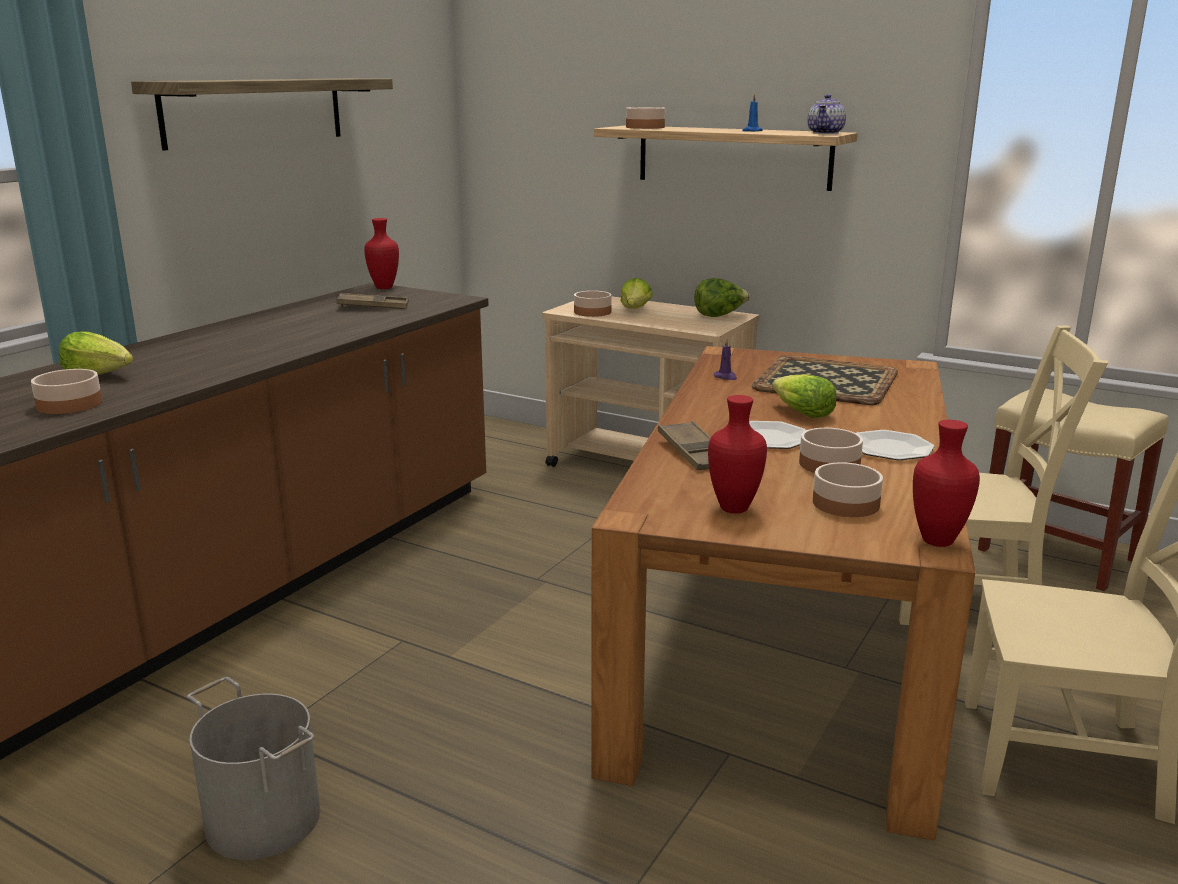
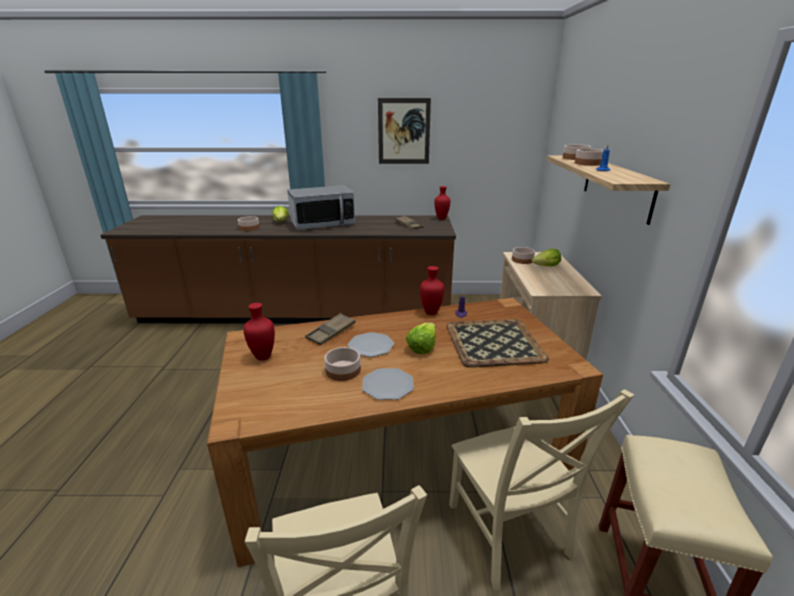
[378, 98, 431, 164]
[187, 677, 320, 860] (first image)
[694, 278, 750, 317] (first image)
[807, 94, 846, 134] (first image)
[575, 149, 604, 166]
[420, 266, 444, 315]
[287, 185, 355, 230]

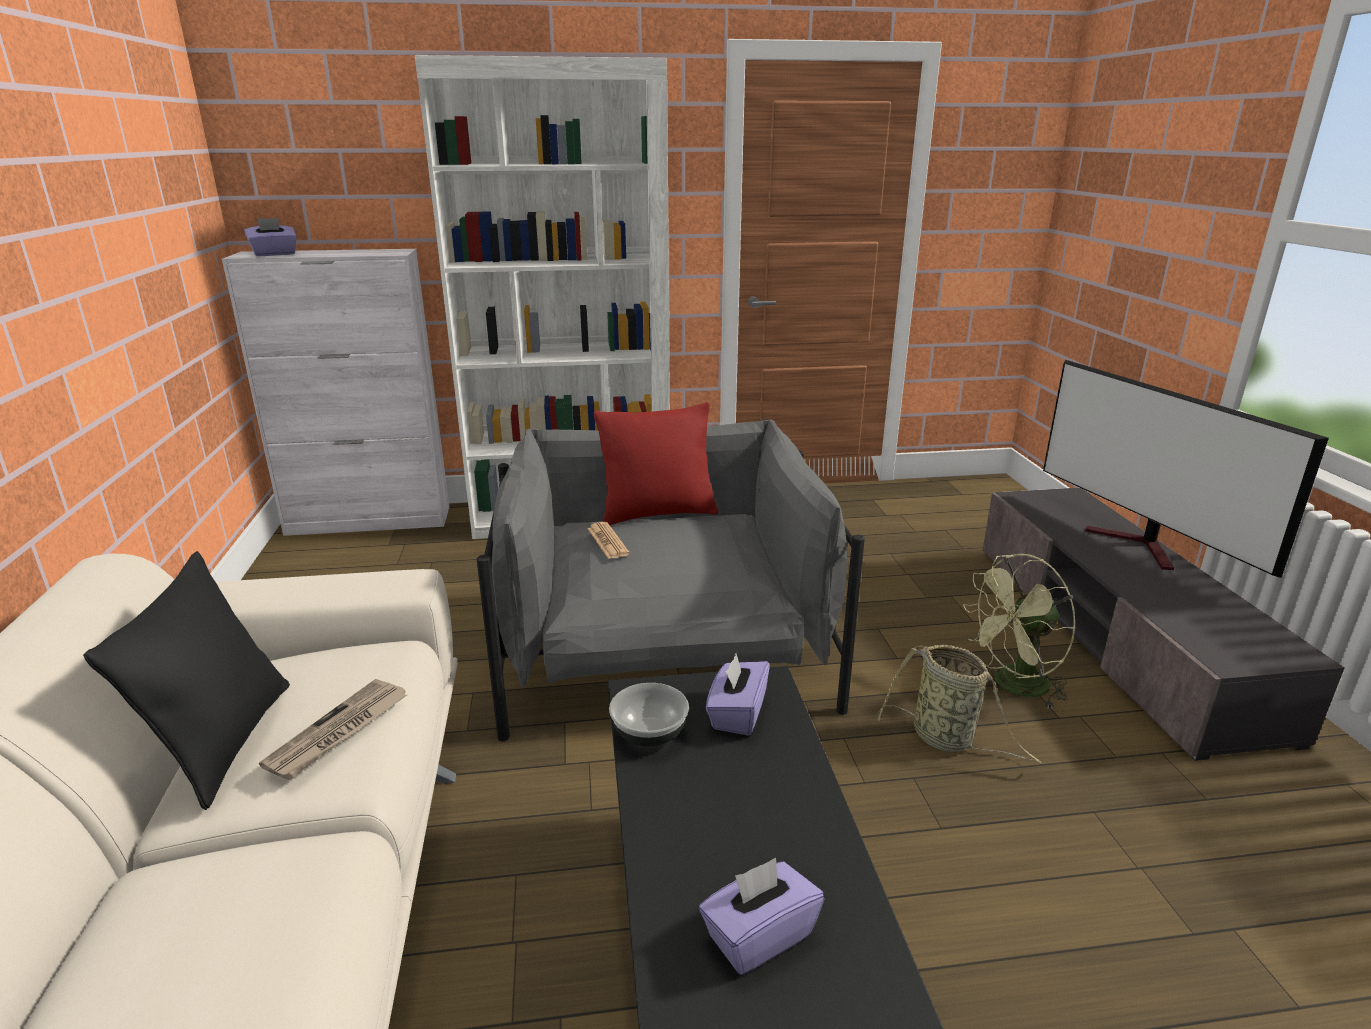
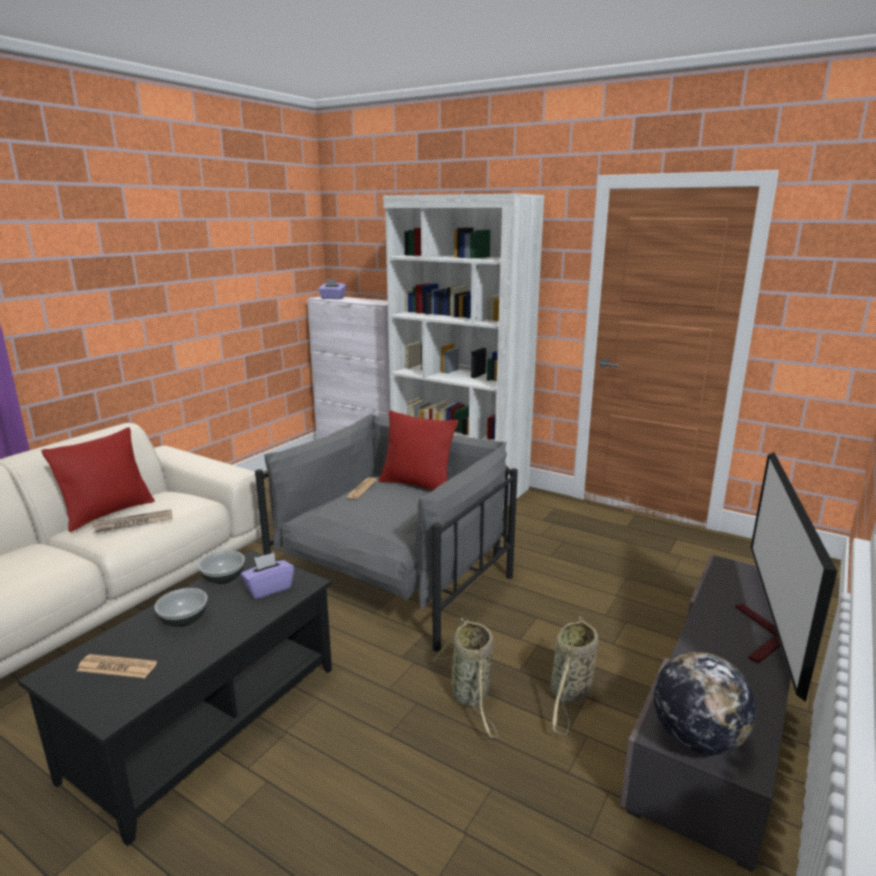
[41, 427, 154, 532]
[76, 654, 157, 678]
[551, 616, 599, 735]
[154, 588, 207, 627]
[654, 652, 756, 755]

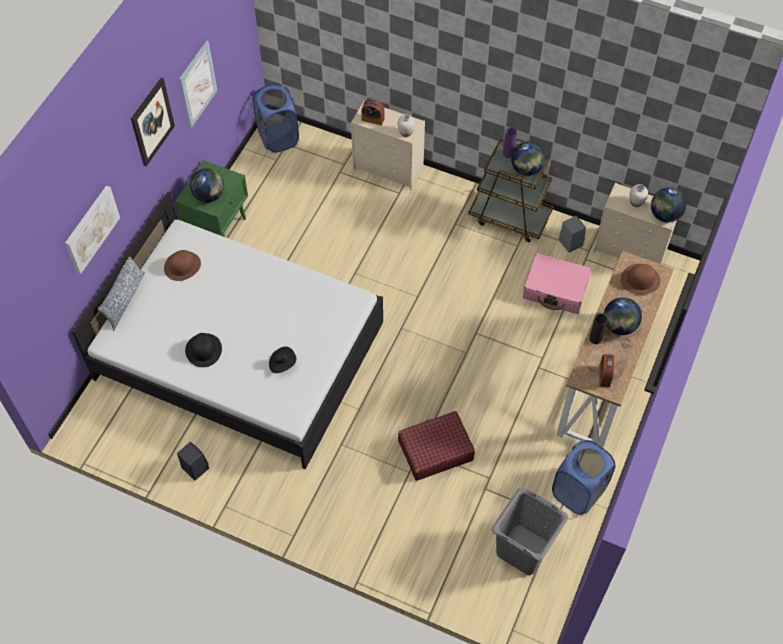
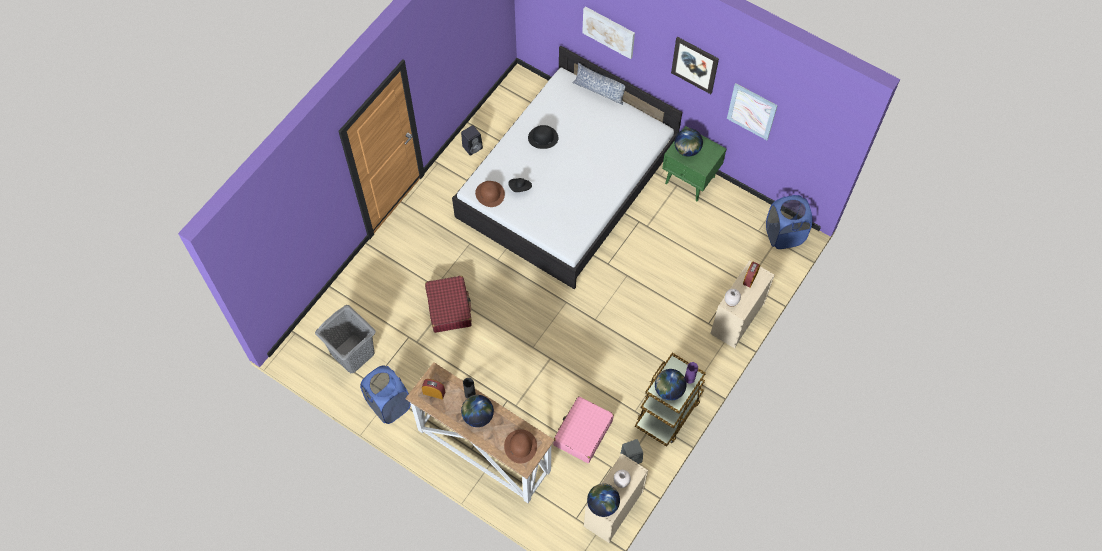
[475, 181, 505, 207]

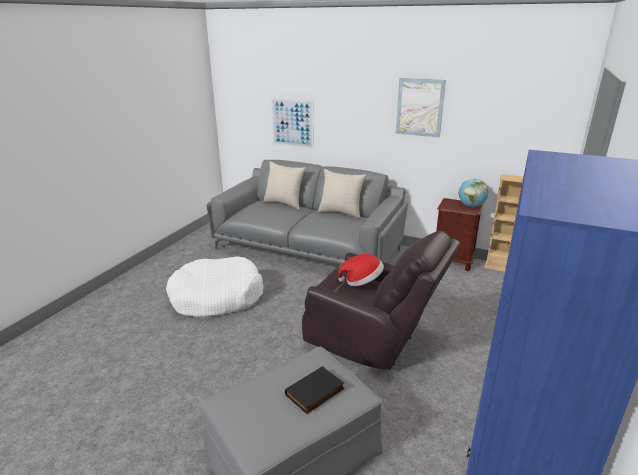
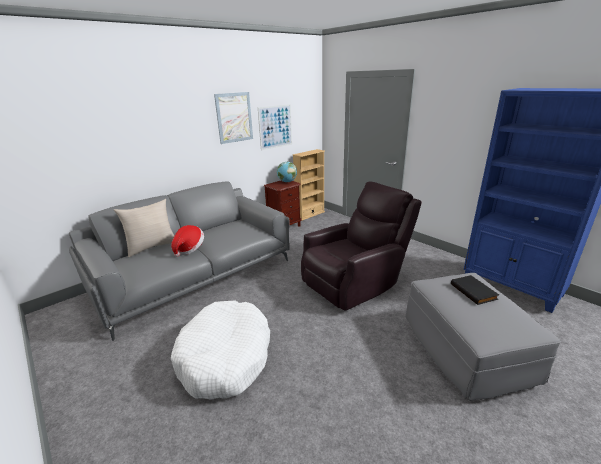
[258, 104, 292, 150]
[318, 169, 367, 219] (first image)
[171, 225, 204, 257]

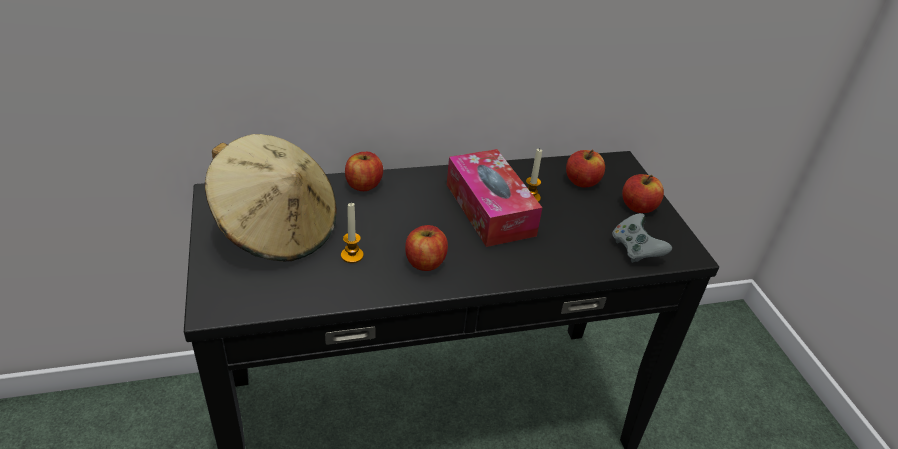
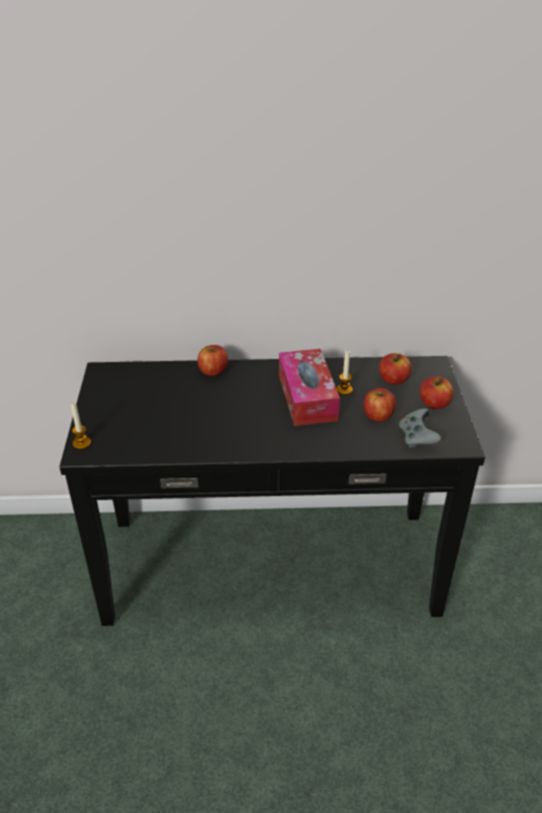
[205, 134, 337, 261] (first image)
[71, 403, 91, 449]
[363, 388, 396, 422]

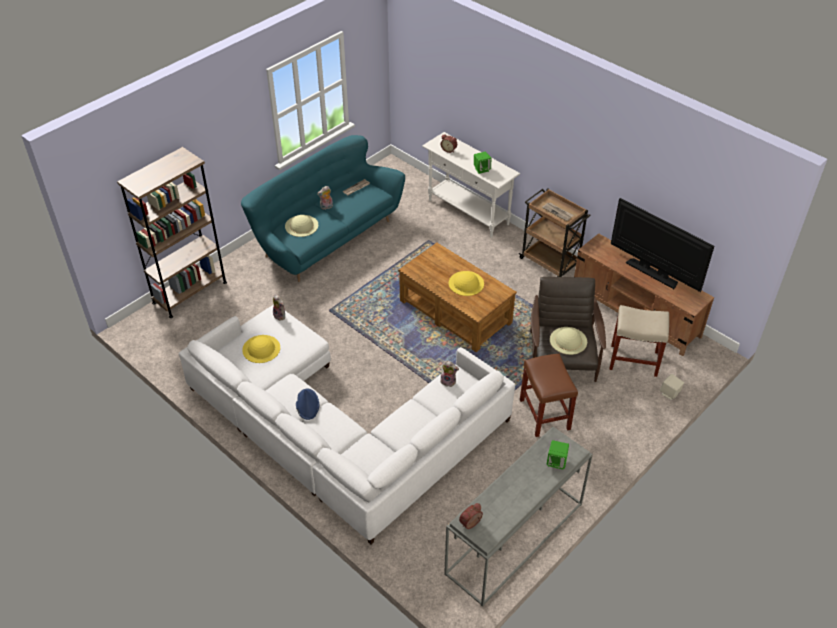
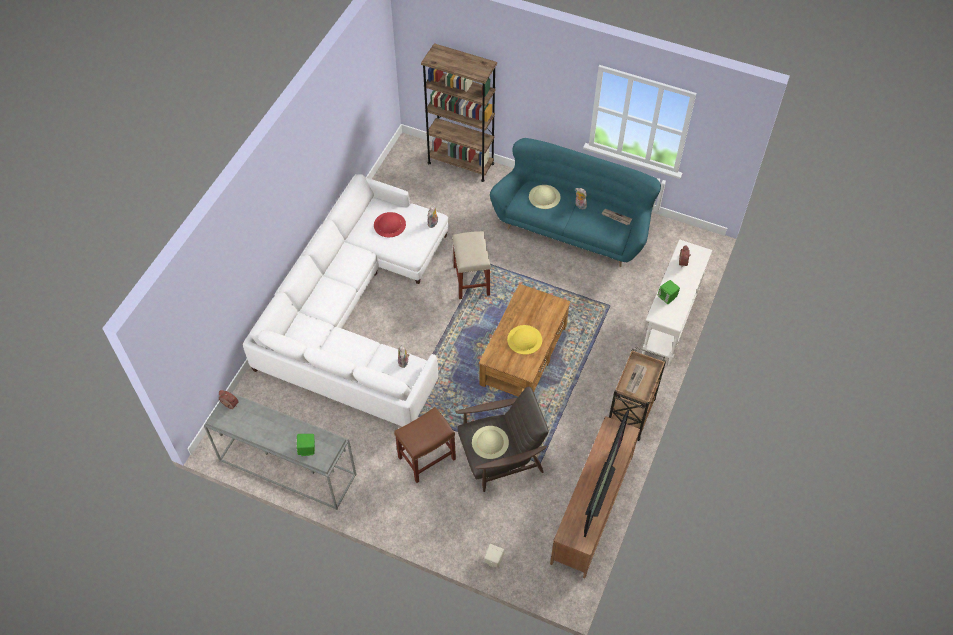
[374, 212, 406, 237]
[296, 388, 319, 420] (first image)
[453, 231, 491, 299]

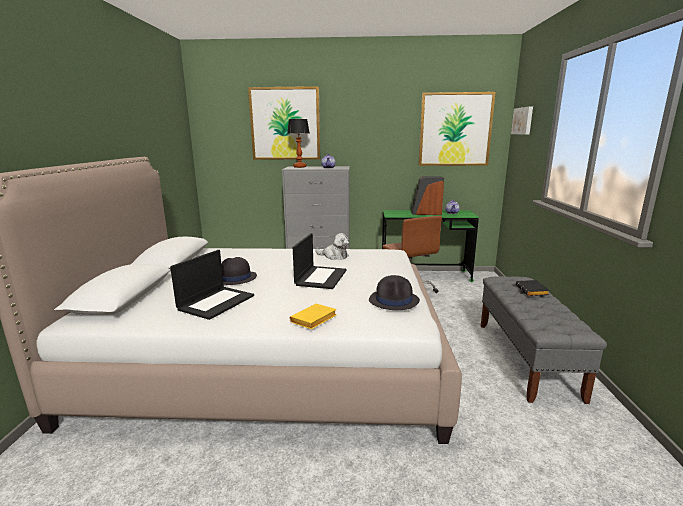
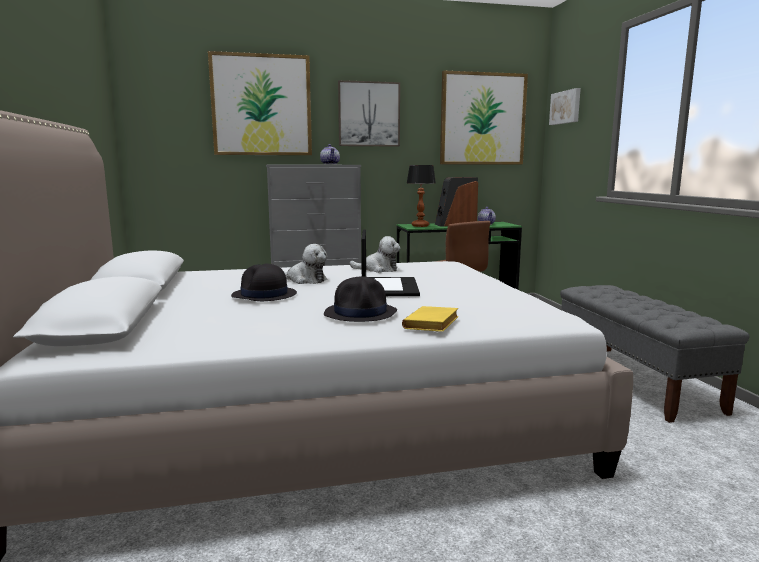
[170, 250, 254, 320] (first image)
[407, 165, 436, 227]
[324, 277, 397, 322]
[516, 280, 550, 296] (first image)
[284, 244, 327, 284]
[338, 80, 400, 147]

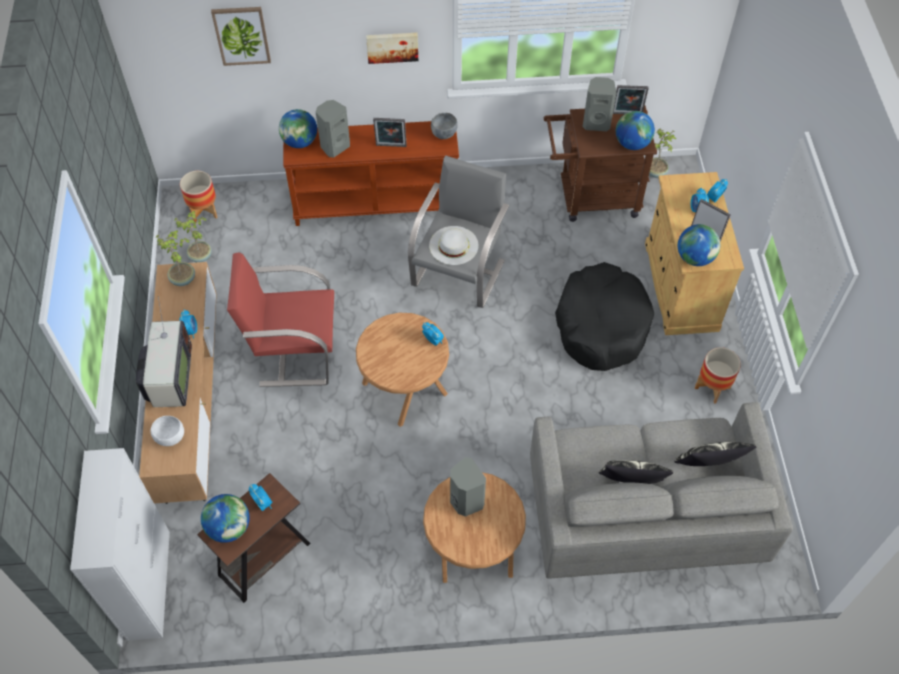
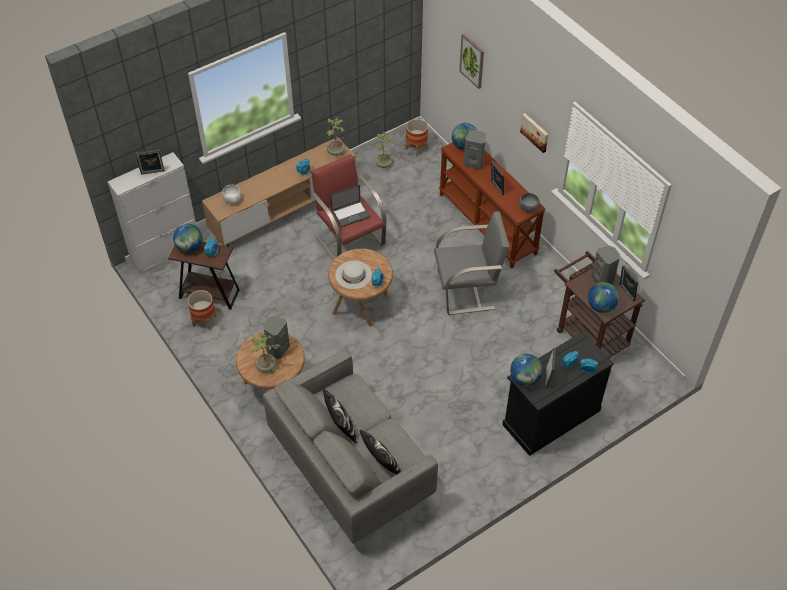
[136, 296, 192, 407] (first image)
[335, 261, 372, 289]
[555, 262, 654, 371] (first image)
[502, 332, 614, 456]
[251, 332, 280, 372]
[187, 290, 216, 330]
[136, 150, 165, 175]
[330, 184, 371, 228]

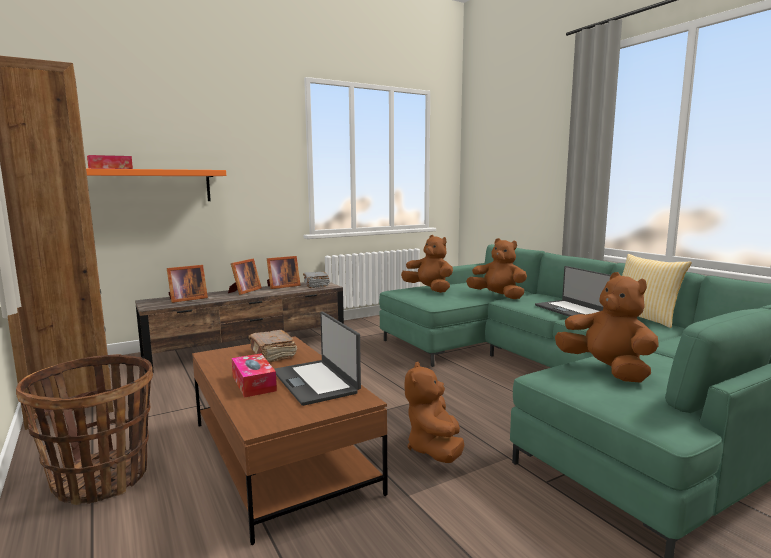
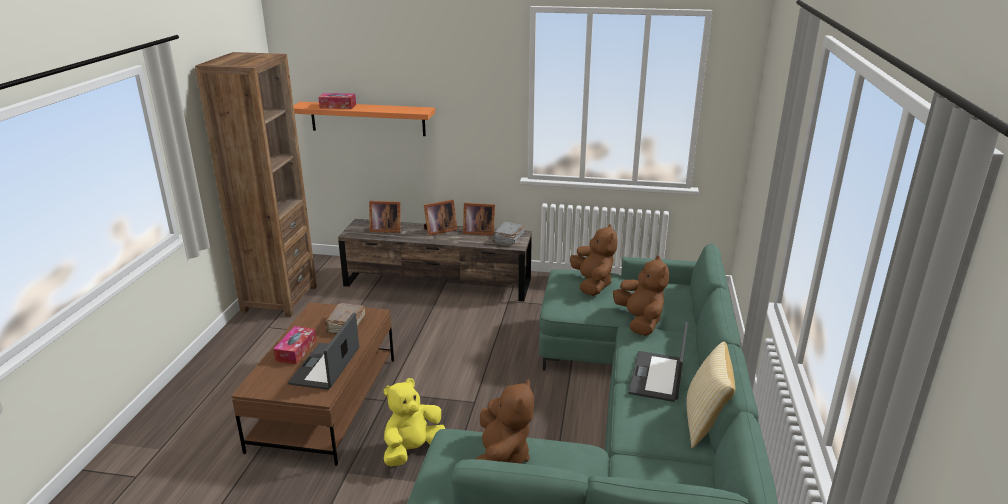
[16, 354, 153, 505] (first image)
[384, 378, 445, 467]

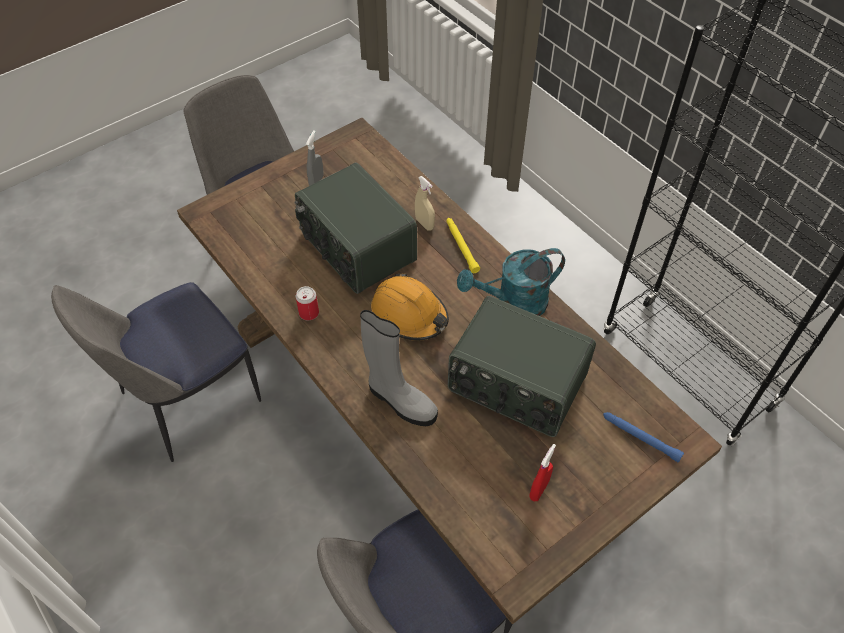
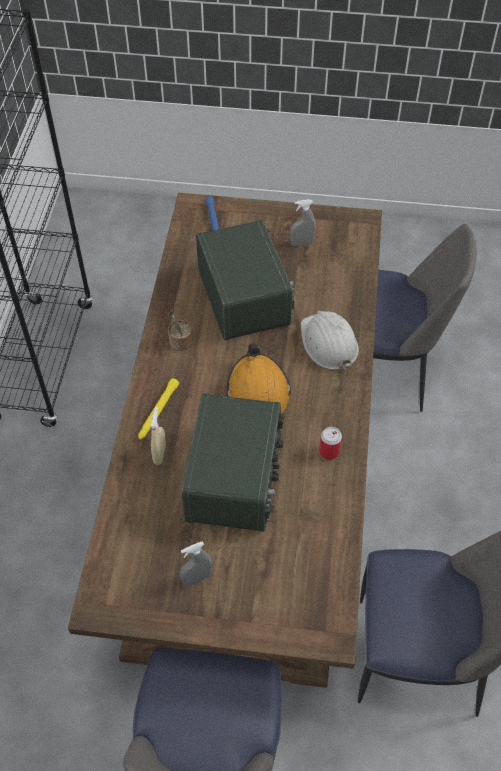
[301, 310, 359, 371]
[168, 310, 192, 351]
[290, 199, 316, 247]

